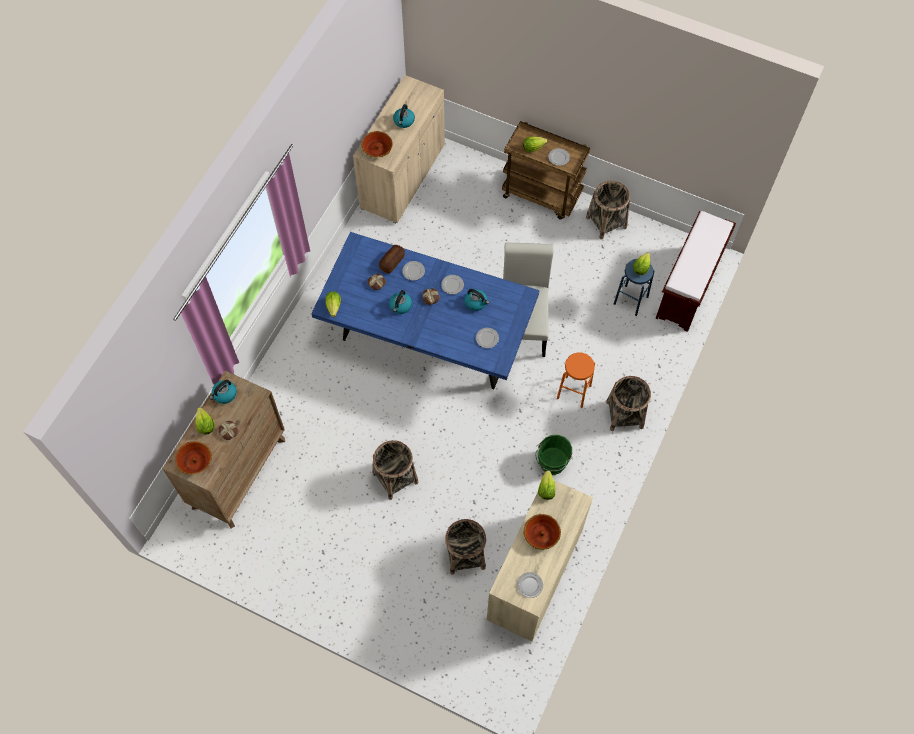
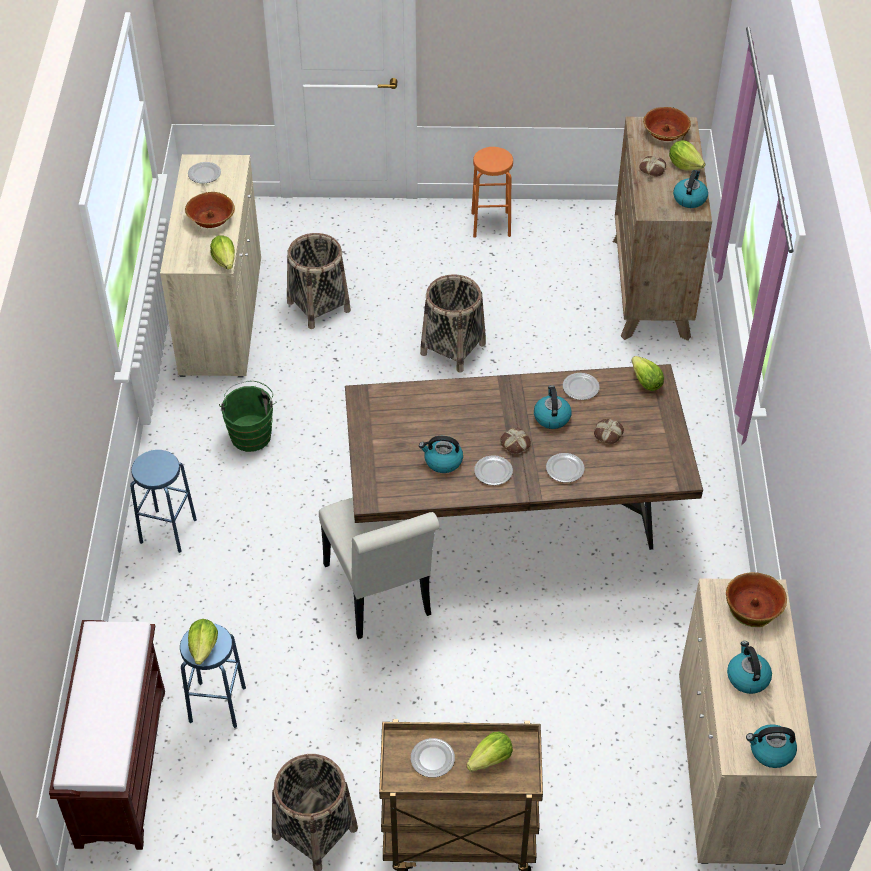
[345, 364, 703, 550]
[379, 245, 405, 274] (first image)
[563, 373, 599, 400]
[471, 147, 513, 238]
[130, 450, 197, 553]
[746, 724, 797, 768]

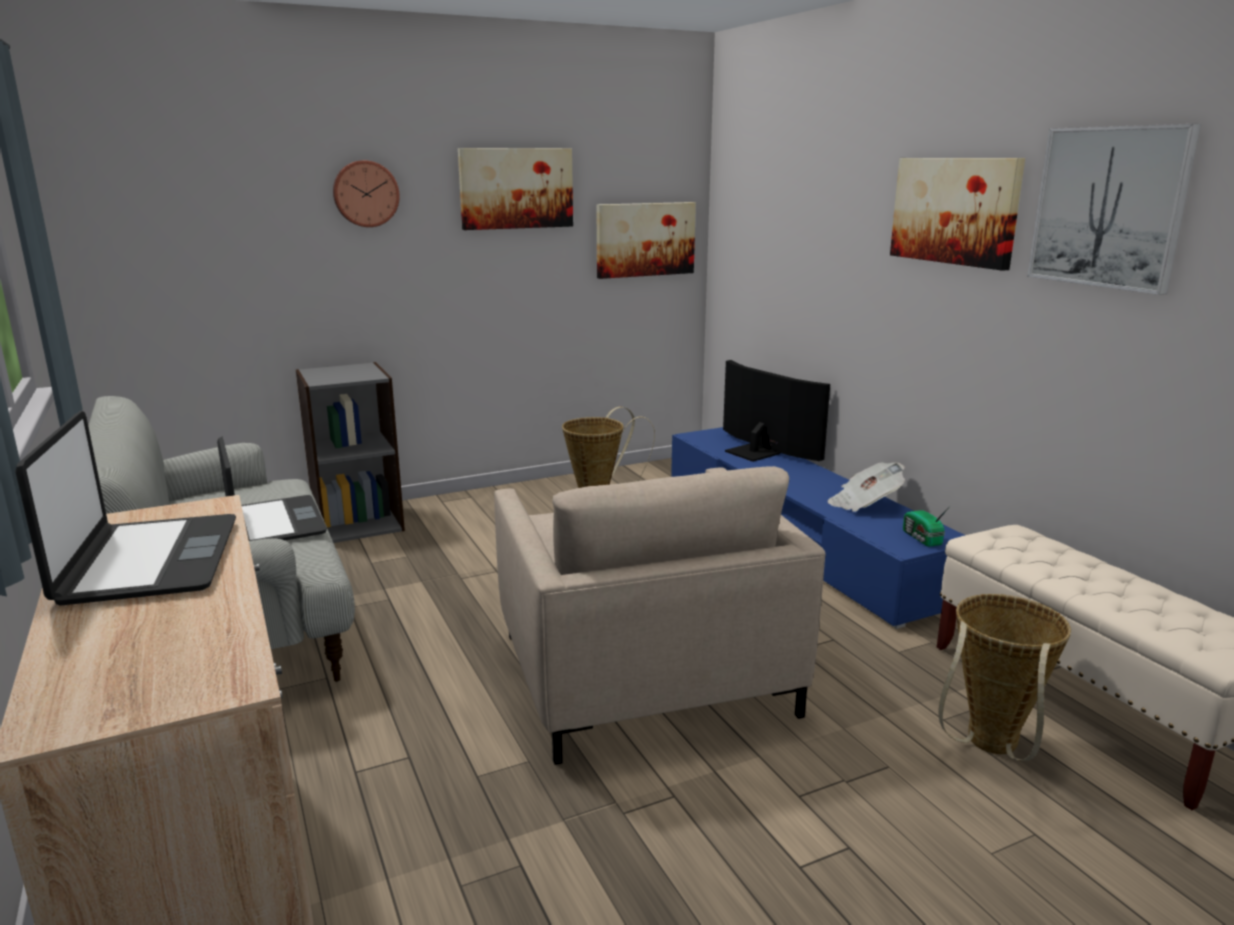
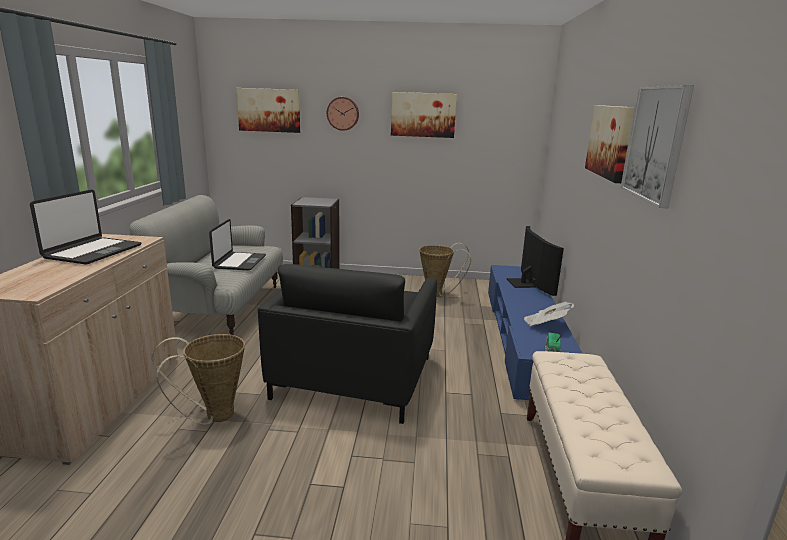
[258, 264, 437, 424]
[236, 88, 300, 133]
[151, 334, 245, 425]

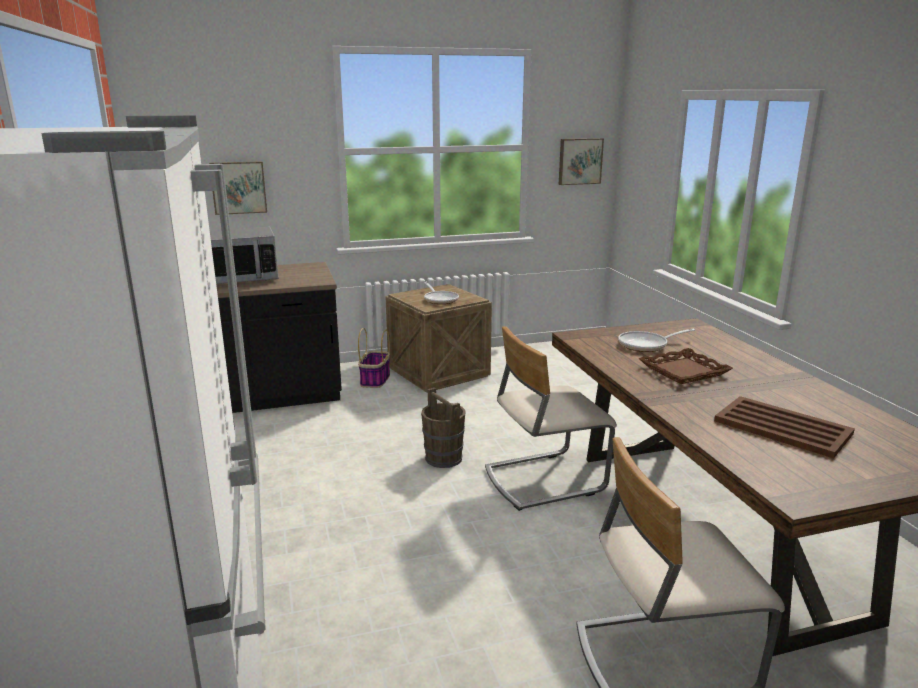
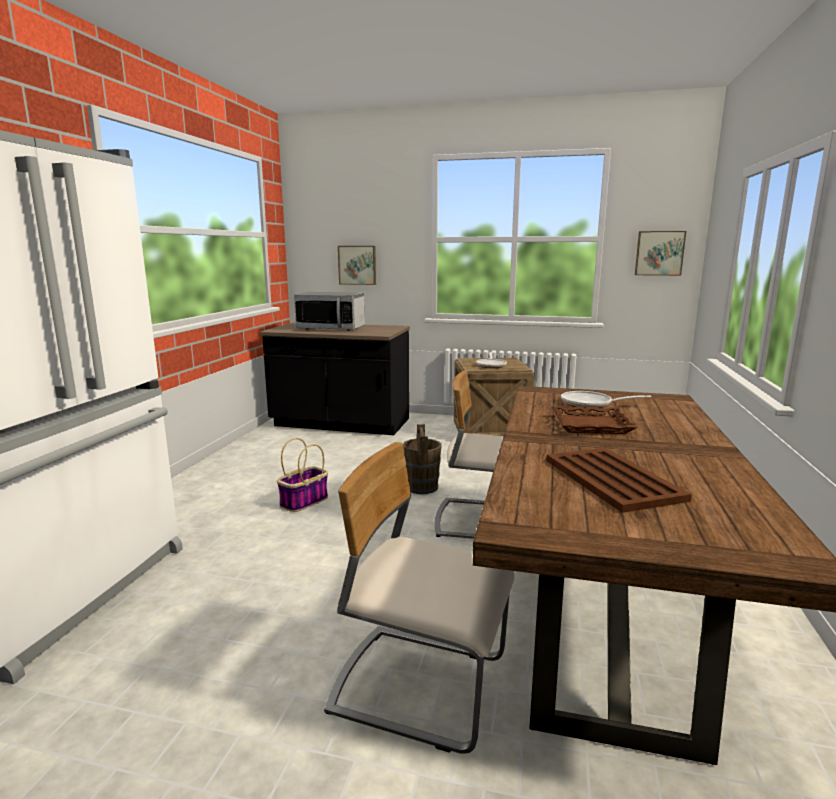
[277, 438, 328, 512]

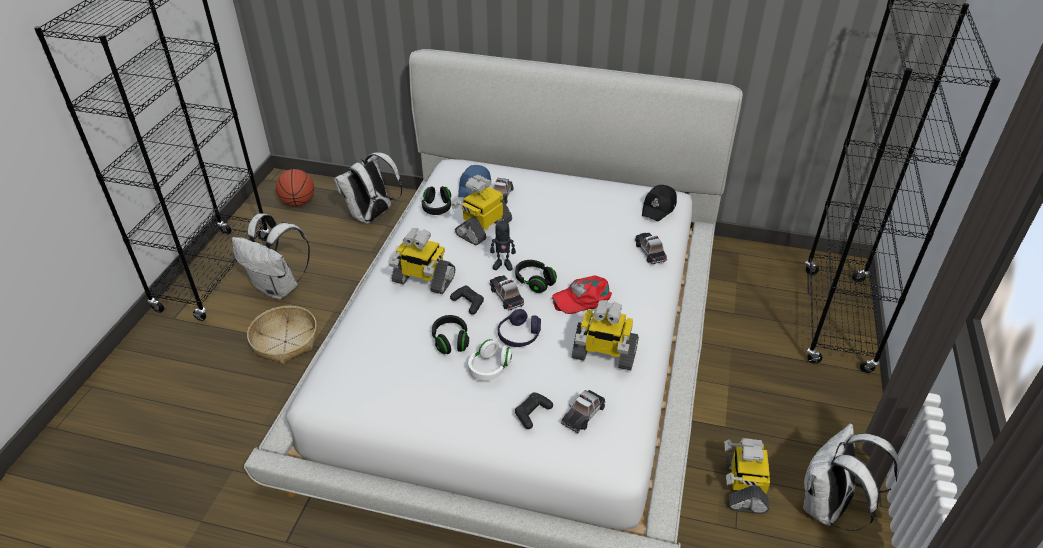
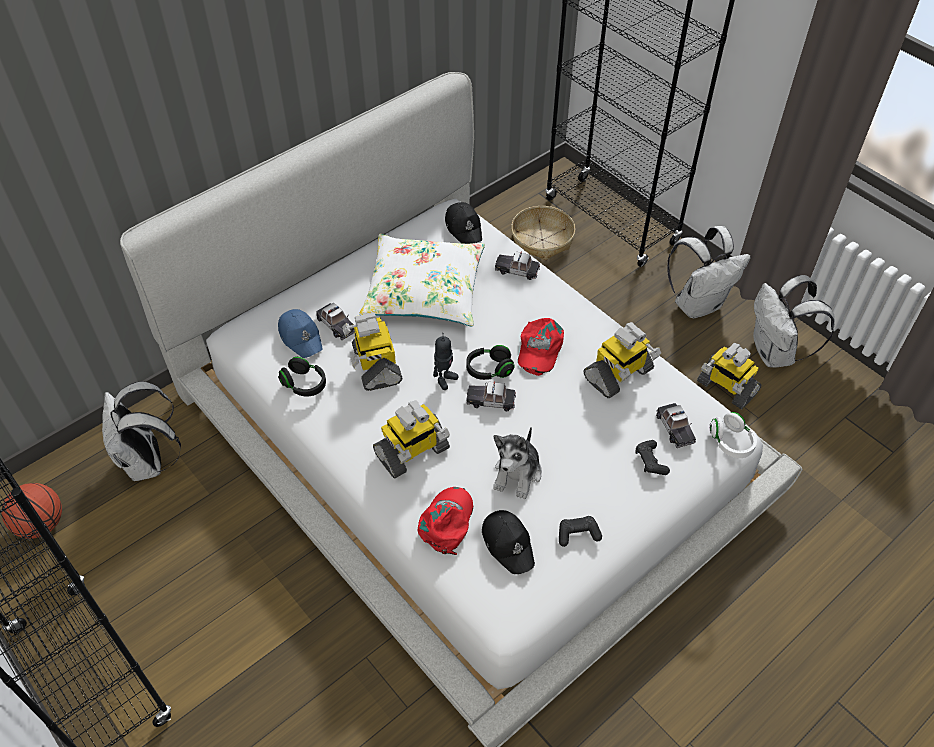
[667, 226, 751, 318]
[511, 206, 575, 261]
[493, 427, 542, 499]
[559, 516, 602, 547]
[709, 412, 757, 458]
[498, 309, 541, 347] (first image)
[359, 234, 485, 326]
[418, 487, 473, 555]
[482, 510, 535, 574]

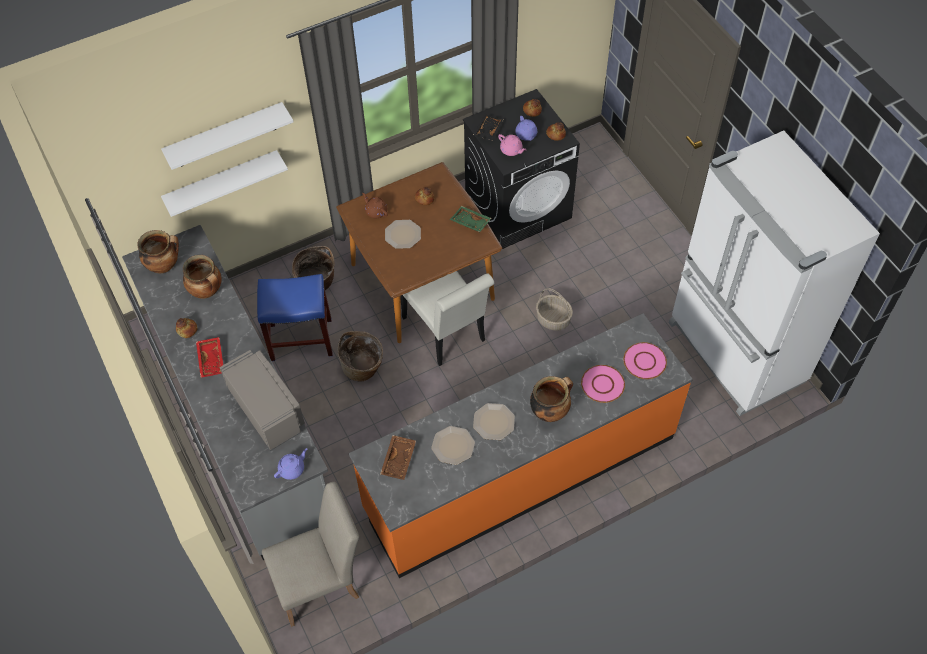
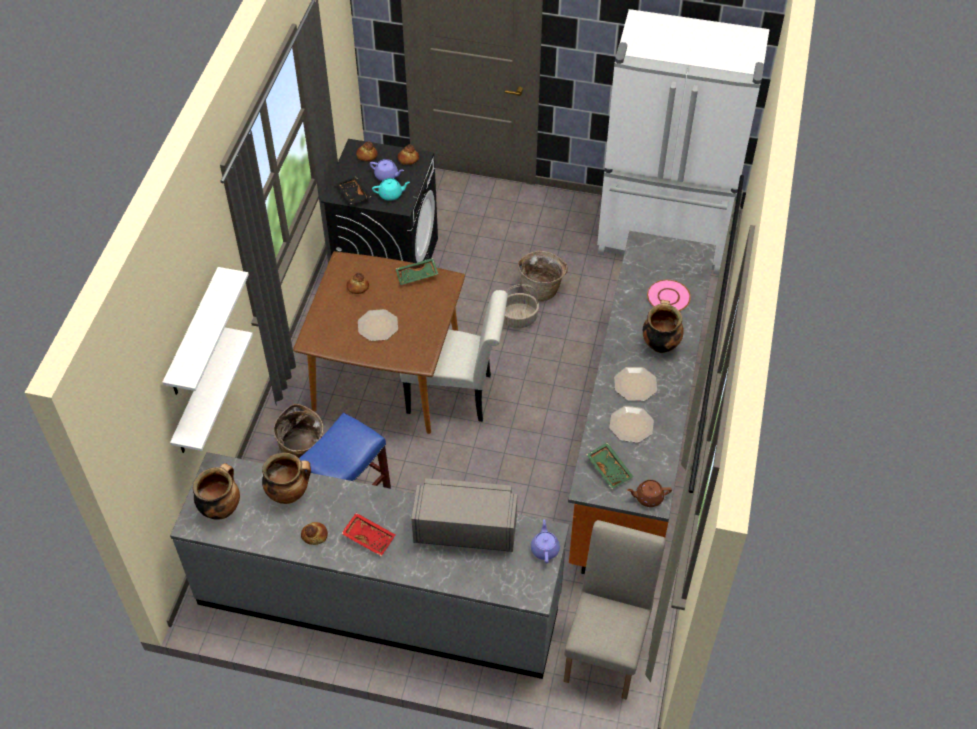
[517, 251, 568, 301]
[627, 480, 672, 507]
[586, 442, 634, 489]
[372, 178, 410, 201]
[624, 342, 667, 379] (first image)

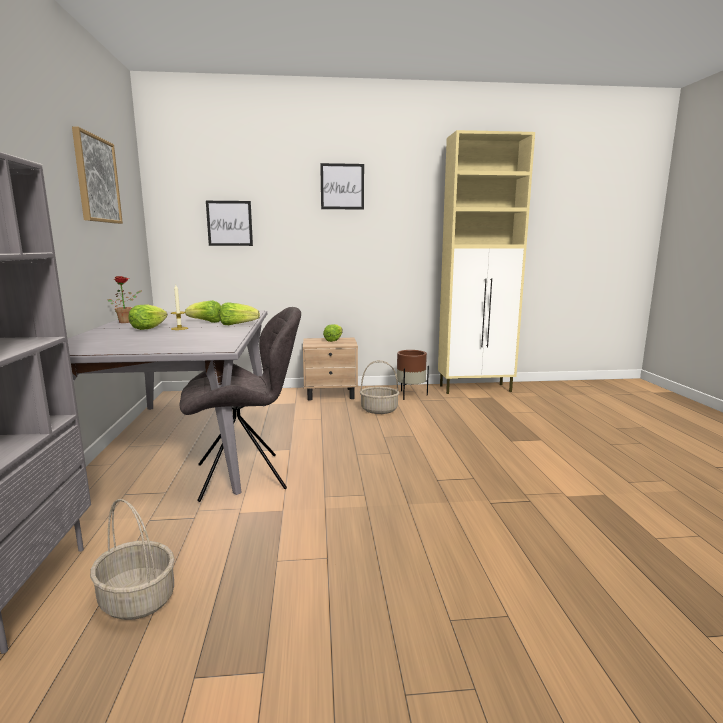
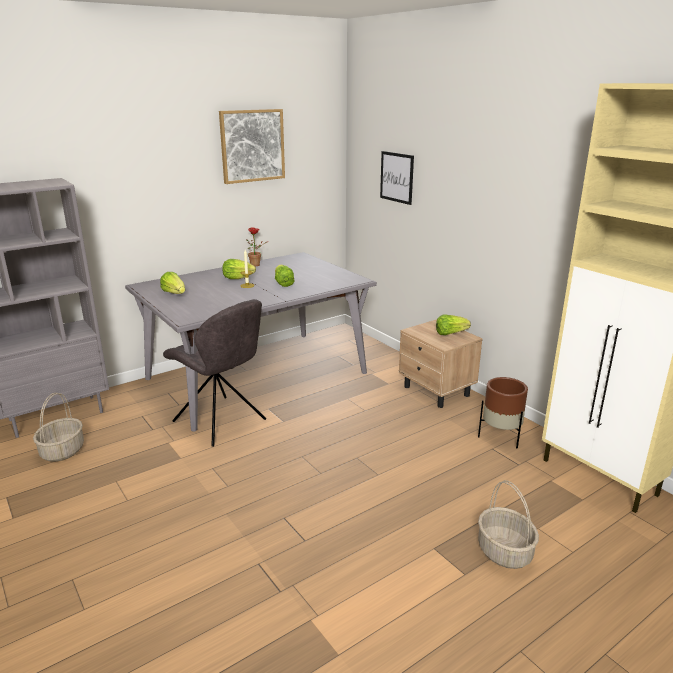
[160, 272, 185, 294]
[320, 163, 364, 210] (first image)
[478, 480, 539, 569]

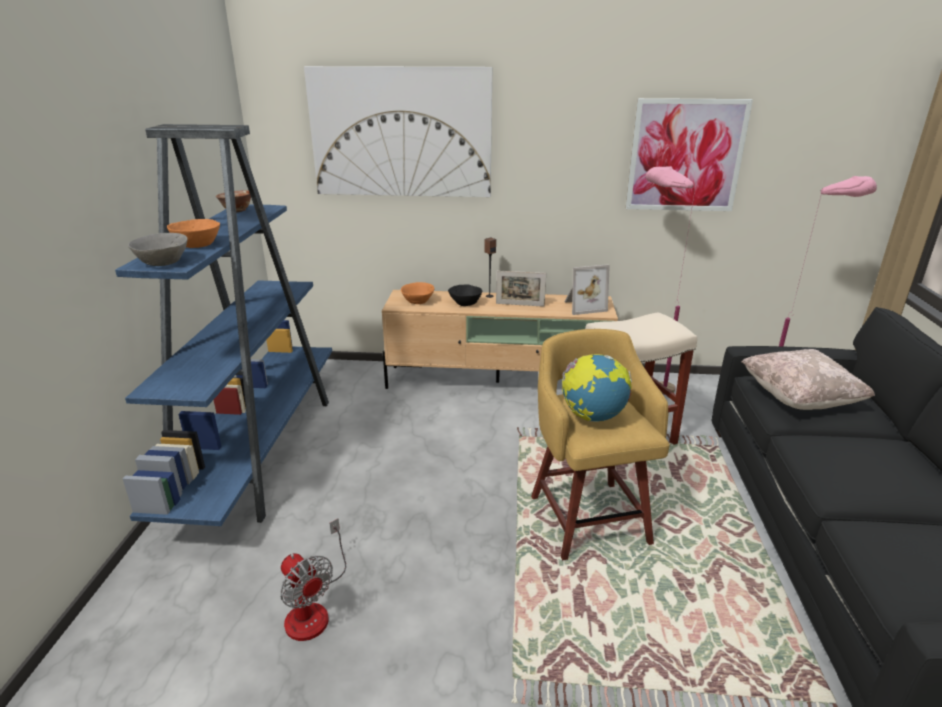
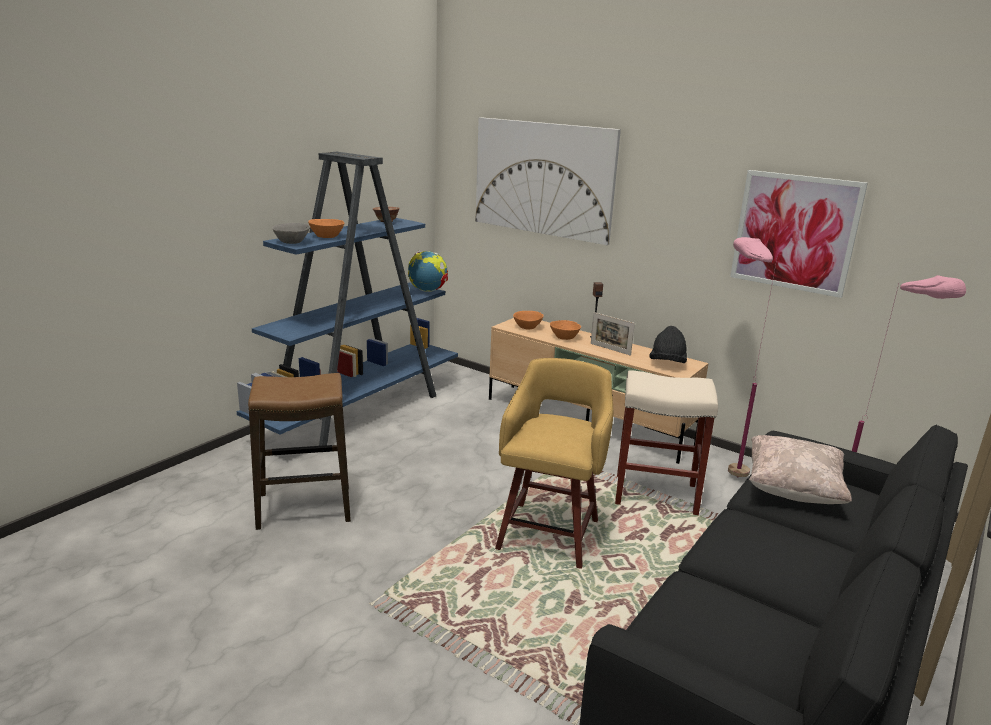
[248, 373, 351, 530]
[550, 320, 581, 340]
[408, 251, 448, 292]
[650, 326, 687, 363]

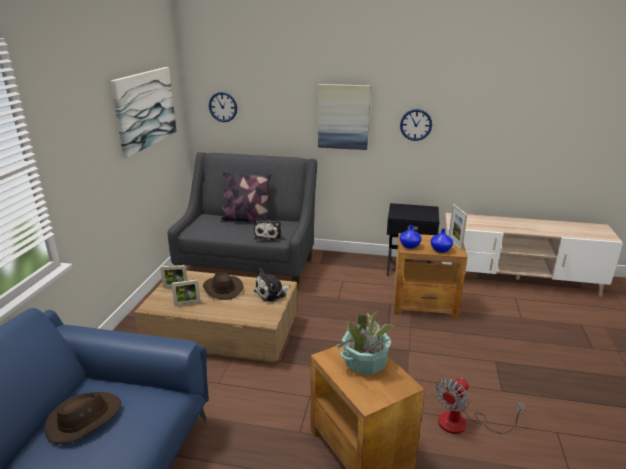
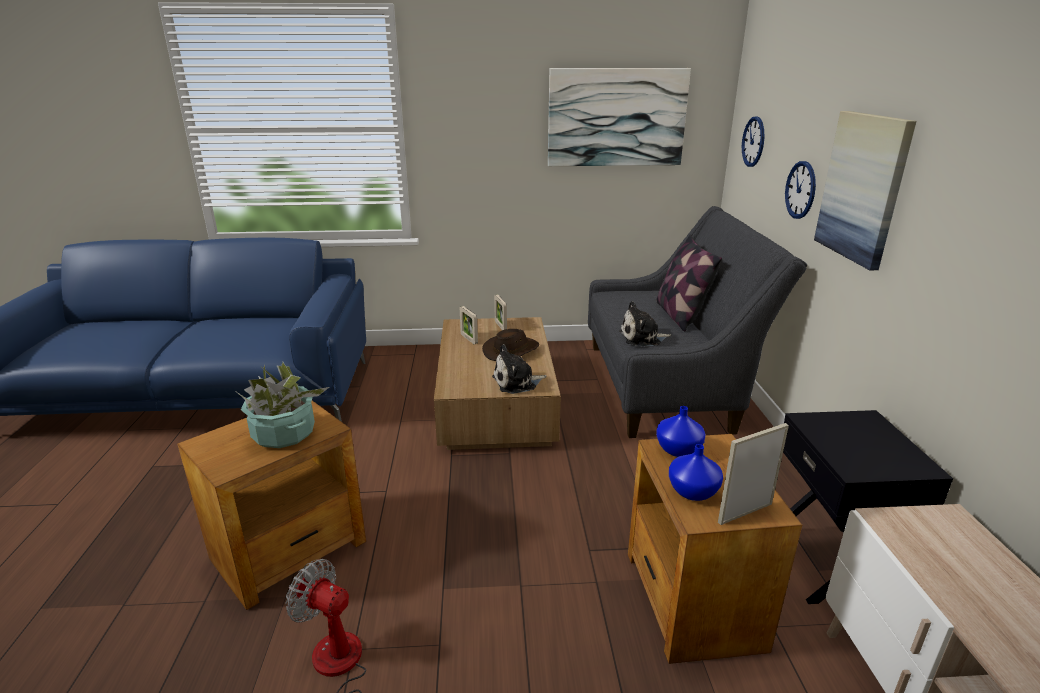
[44, 392, 121, 444] (first image)
[492, 344, 547, 394]
[785, 161, 816, 219]

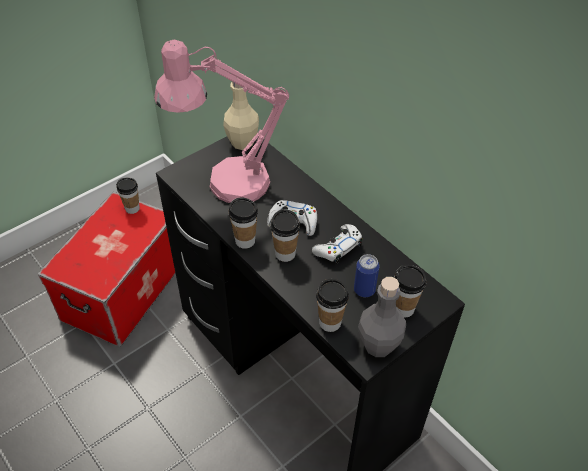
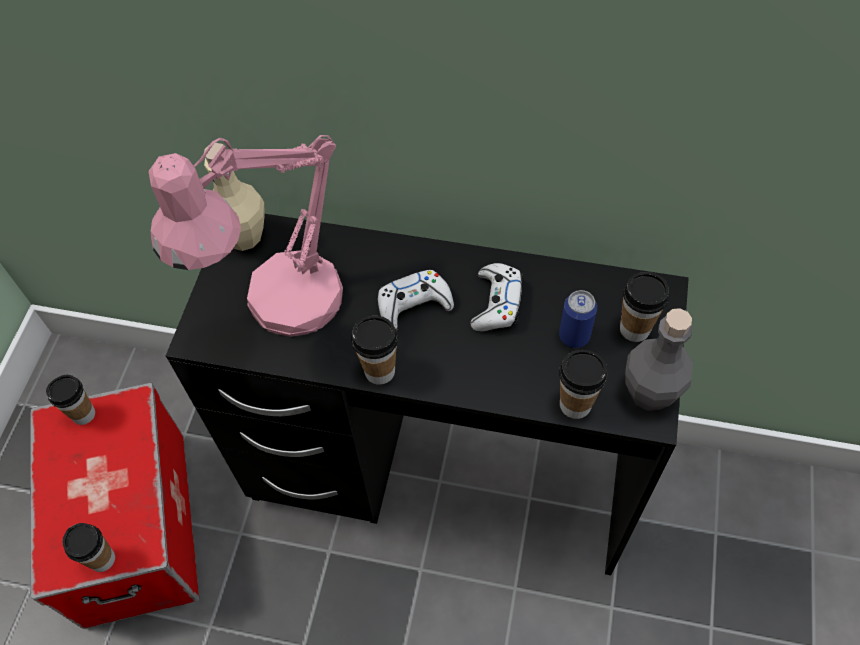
[62, 523, 115, 572]

